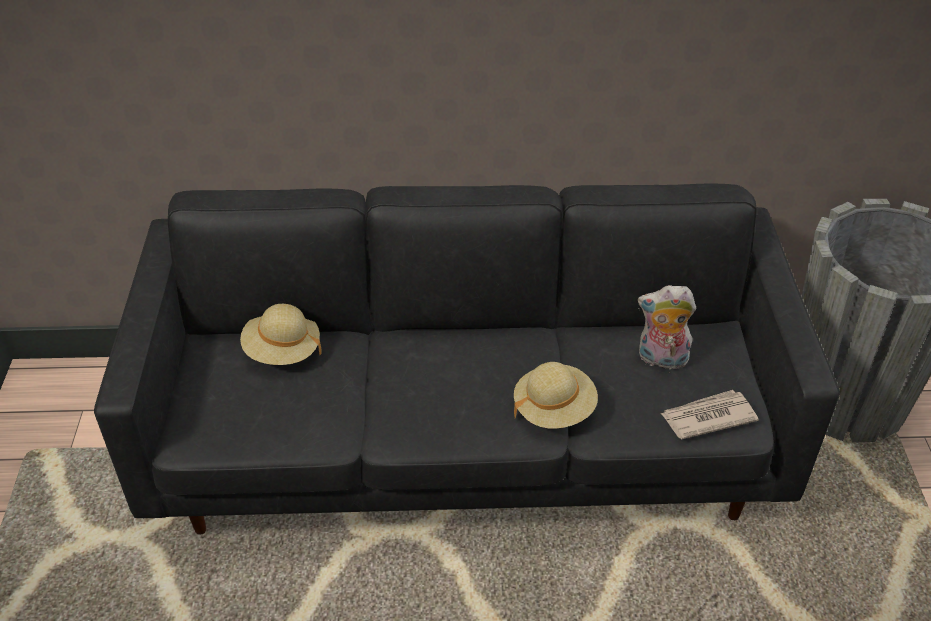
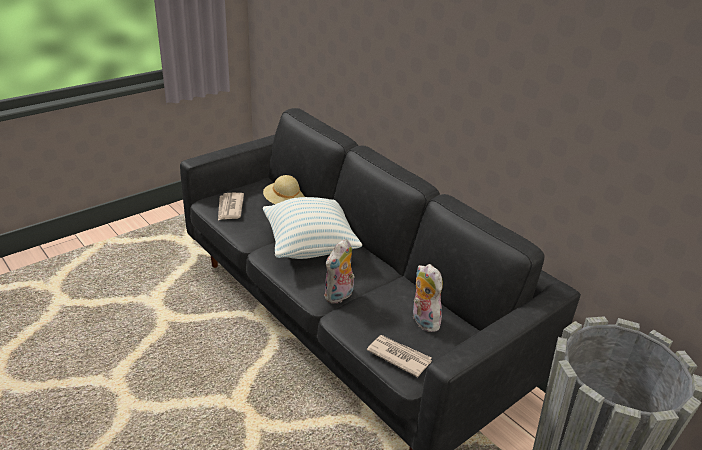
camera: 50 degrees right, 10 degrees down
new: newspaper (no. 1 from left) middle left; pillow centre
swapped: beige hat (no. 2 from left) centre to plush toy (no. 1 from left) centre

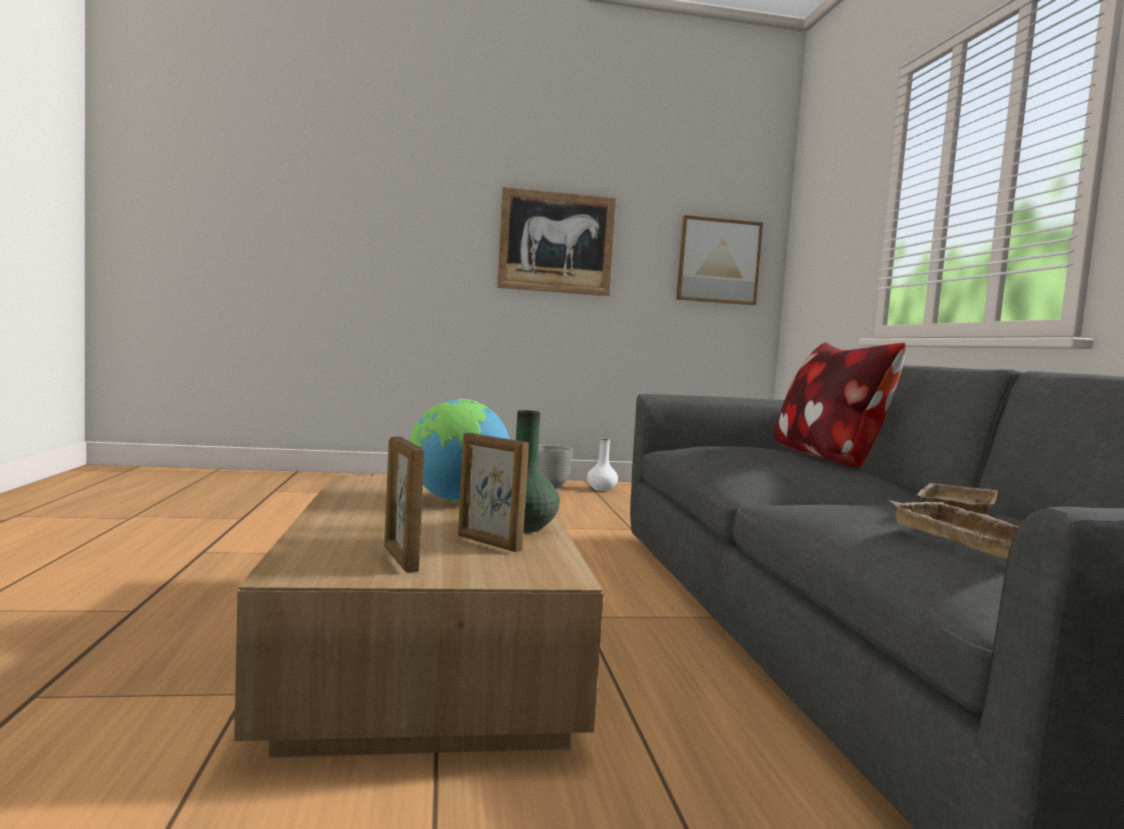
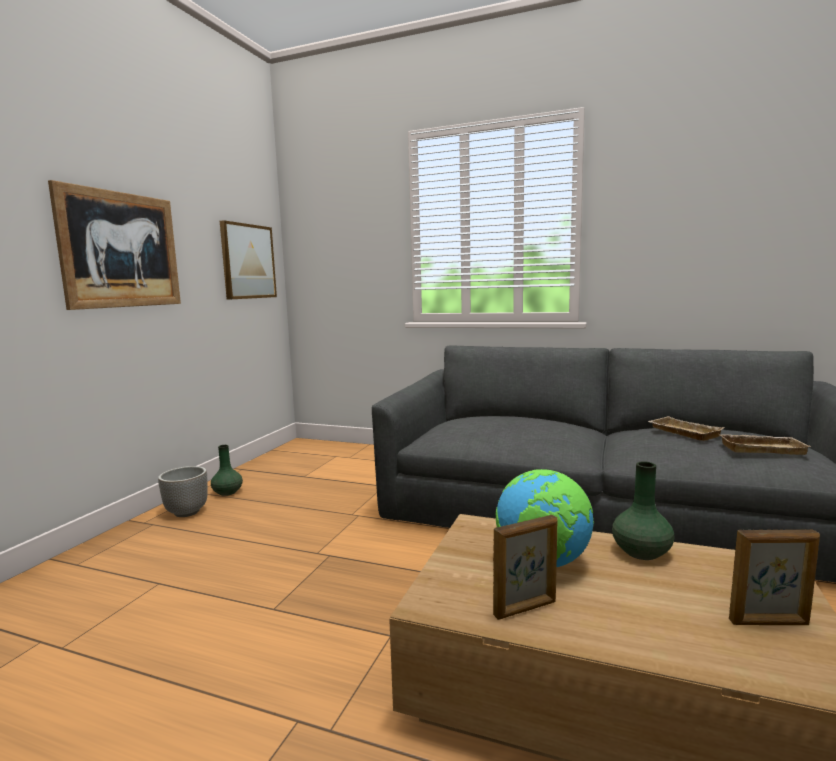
camera: 60 degrees left, 5 degrees up
gone: pillow middle right
shifted: picture frame (no. 2 from left in the first image) centre to picture frame (no. 1 from left) bottom centre
repainted: white vase centre to green vase (no. 1 from left) middle left

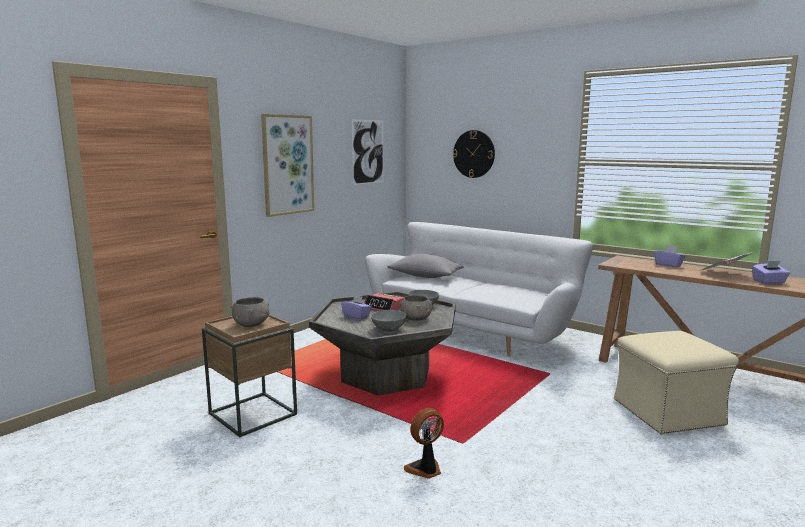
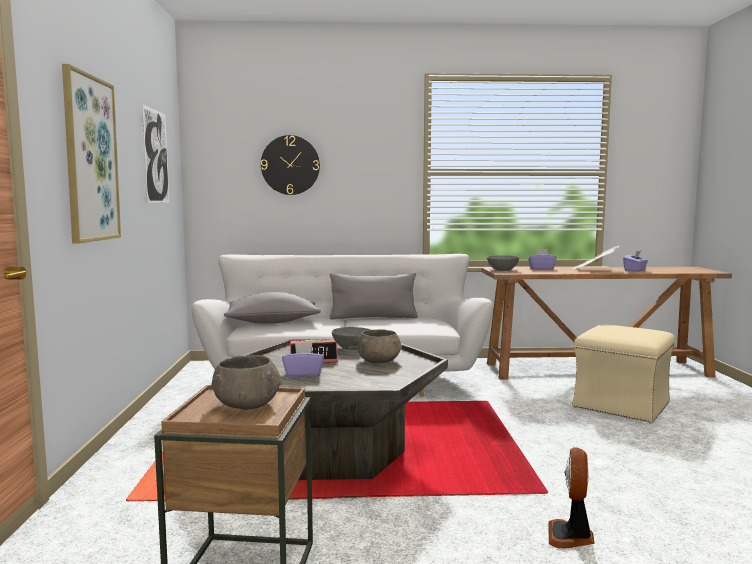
camera: 40 degrees left, 5 degrees down
new: grey pillow (no. 2 from left) centre
shifted: grey bowl (no. 2 from left in the first image) centre to grey bowl (no. 4 from left) middle right

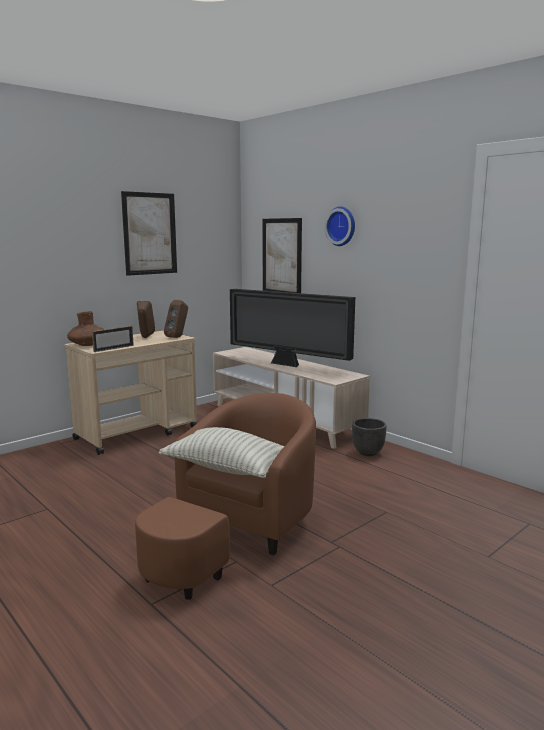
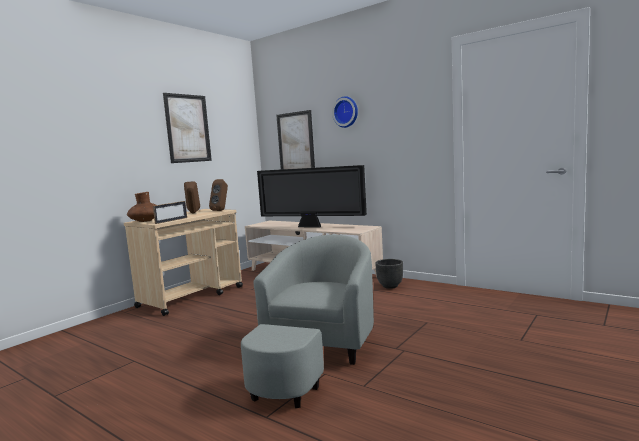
camera: 10 degrees left, 5 degrees down
gone: pillow centre
repainted: brown armchair bottom centre to grey armchair bottom centre

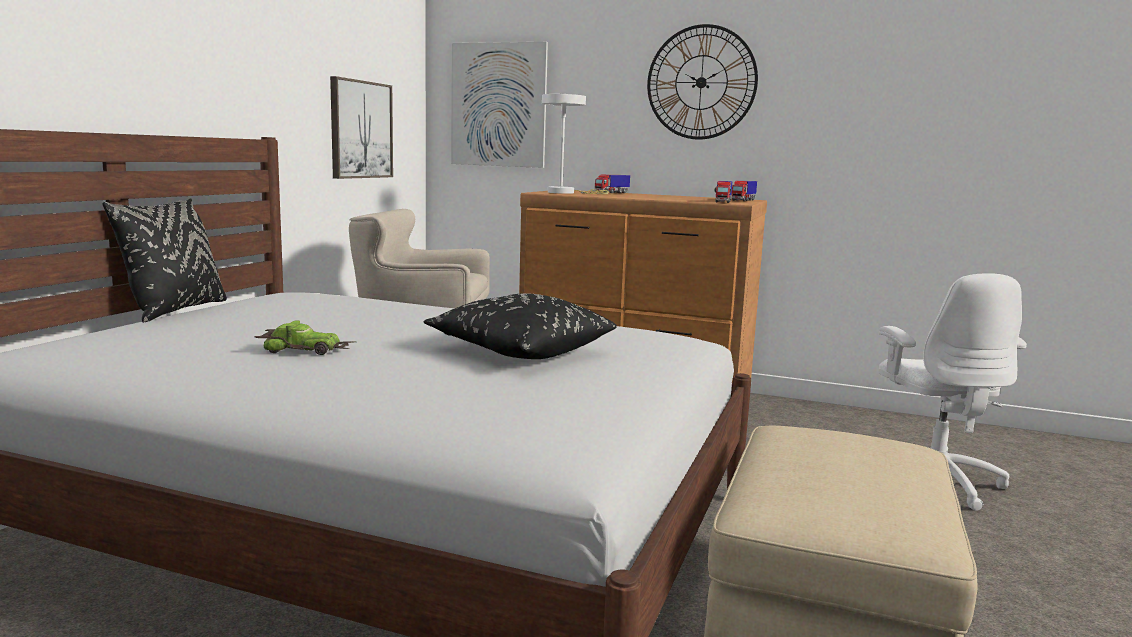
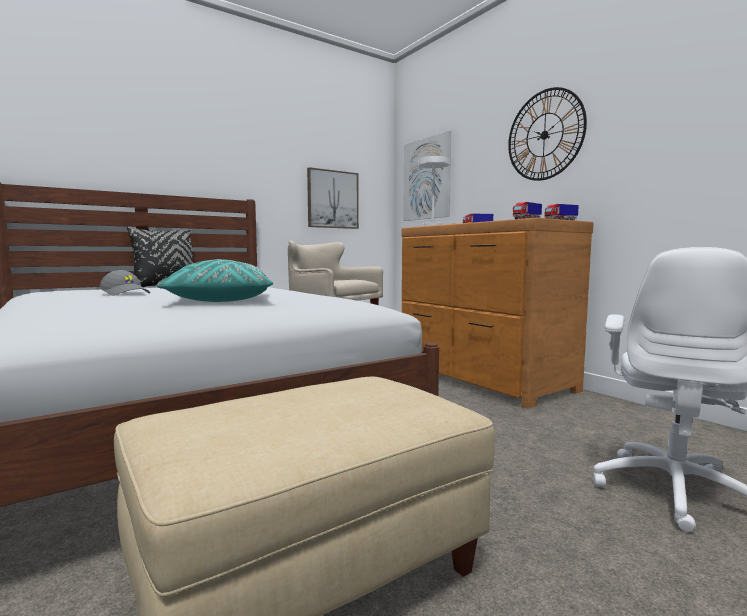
camera: 35 degrees right, 5 degrees down
swapped: toy car middle left to grey cap middle left
repainted: black pillow (no. 2 from left) centre to turquoise pillow middle left

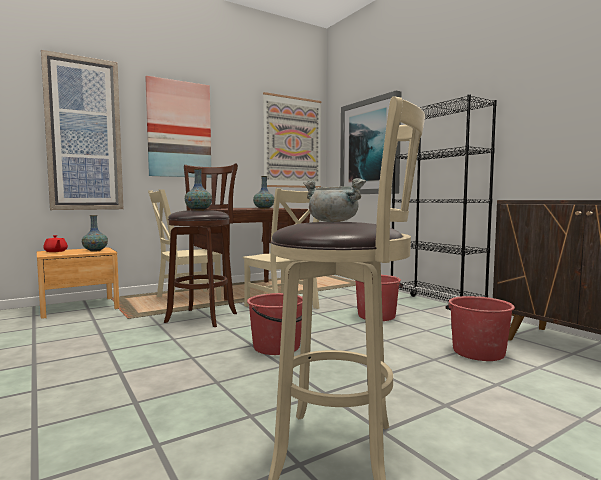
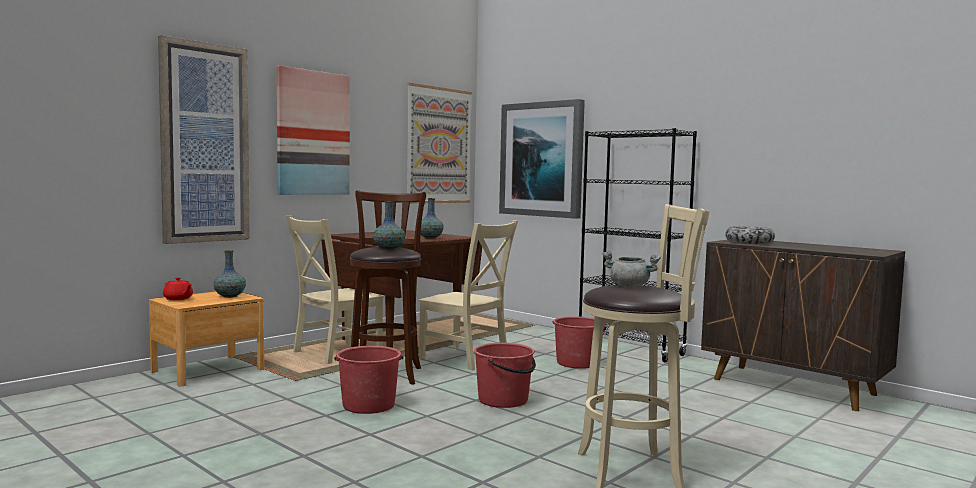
camera: 15 degrees left, 0 degrees up
new: bowl middle right
shifted: red bucket (no. 3 from left in the first image) bottom right to red bucket (no. 1 from left) bottom centre

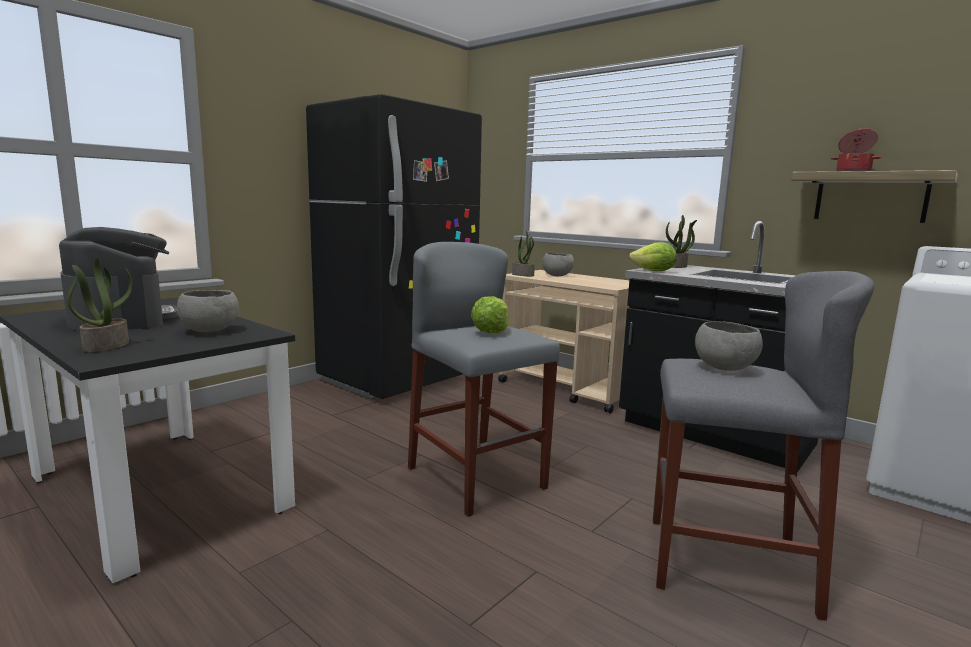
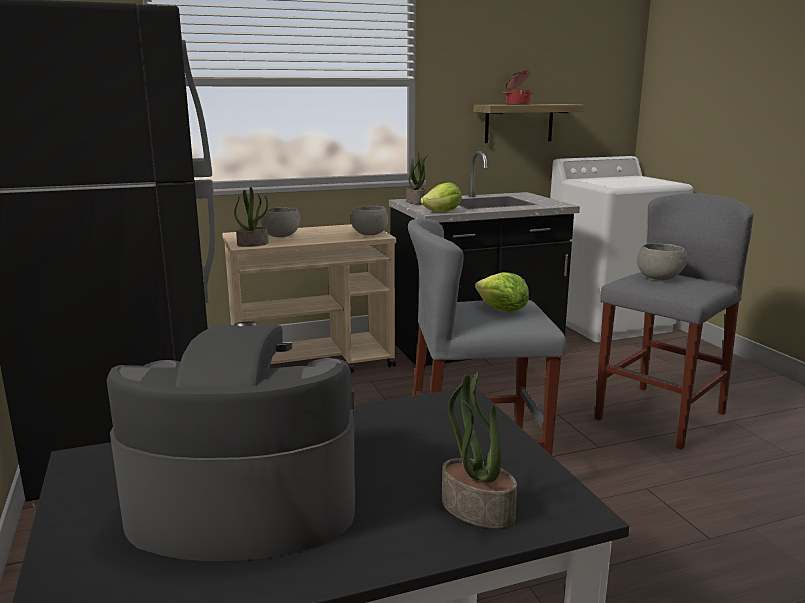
camera: 60 degrees left, 5 degrees up
shifted: grey bowl (no. 1 from left in the first image) middle left to grey bowl (no. 2 from left) centre

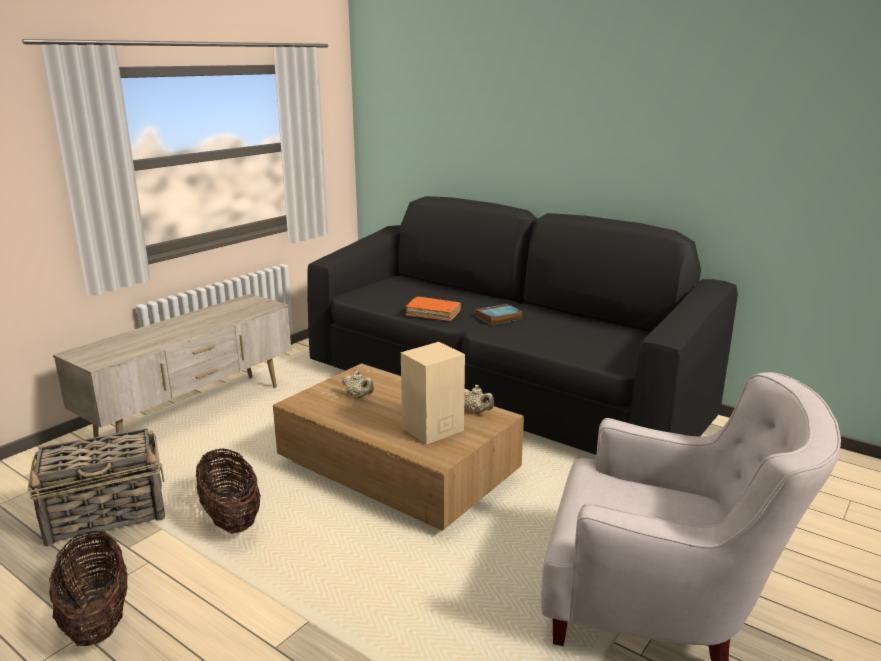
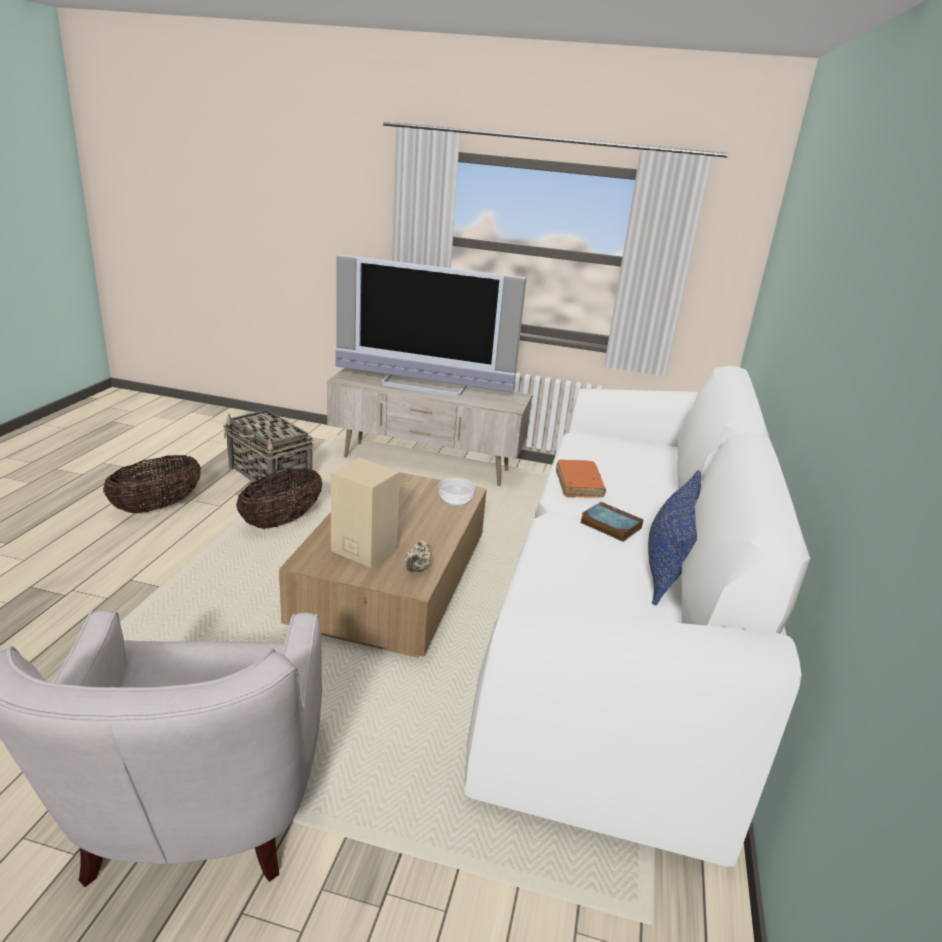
camera: 65 degrees right, 5 degrees up
gone: beige teapot (no. 1 from left) centre
new: television centre; bowl centre; blue pillow middle right
repainted: black sofa centre to white sofa middle right

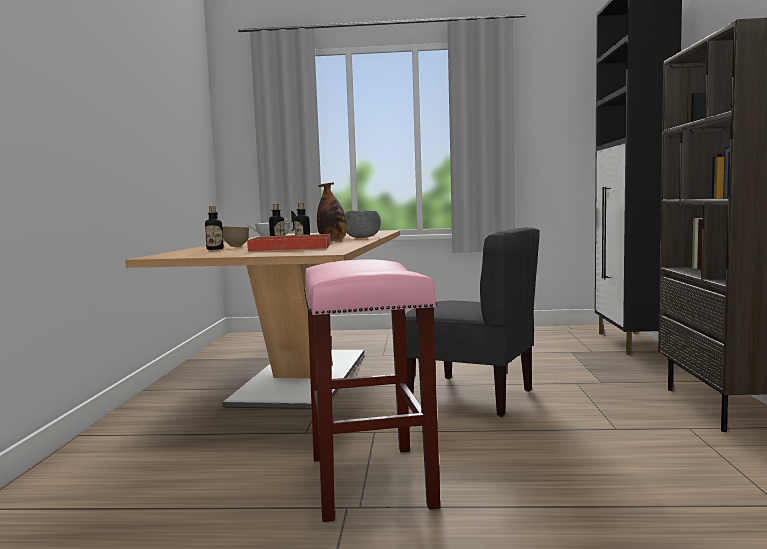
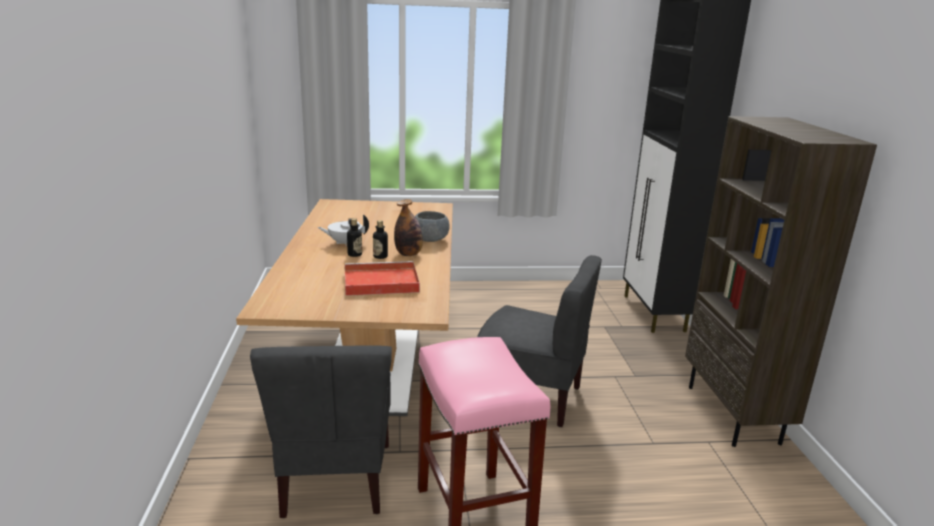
camera: 10 degrees left, 15 degrees up
gone: bottle (no. 1 from left) middle left; brown bowl middle left
new: grey chair (no. 1 from left) bottom centre

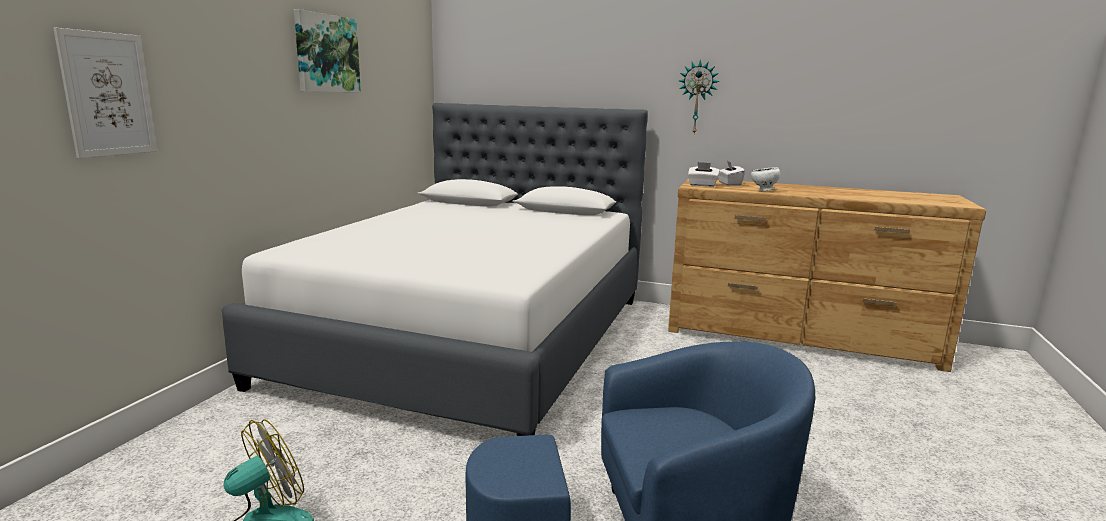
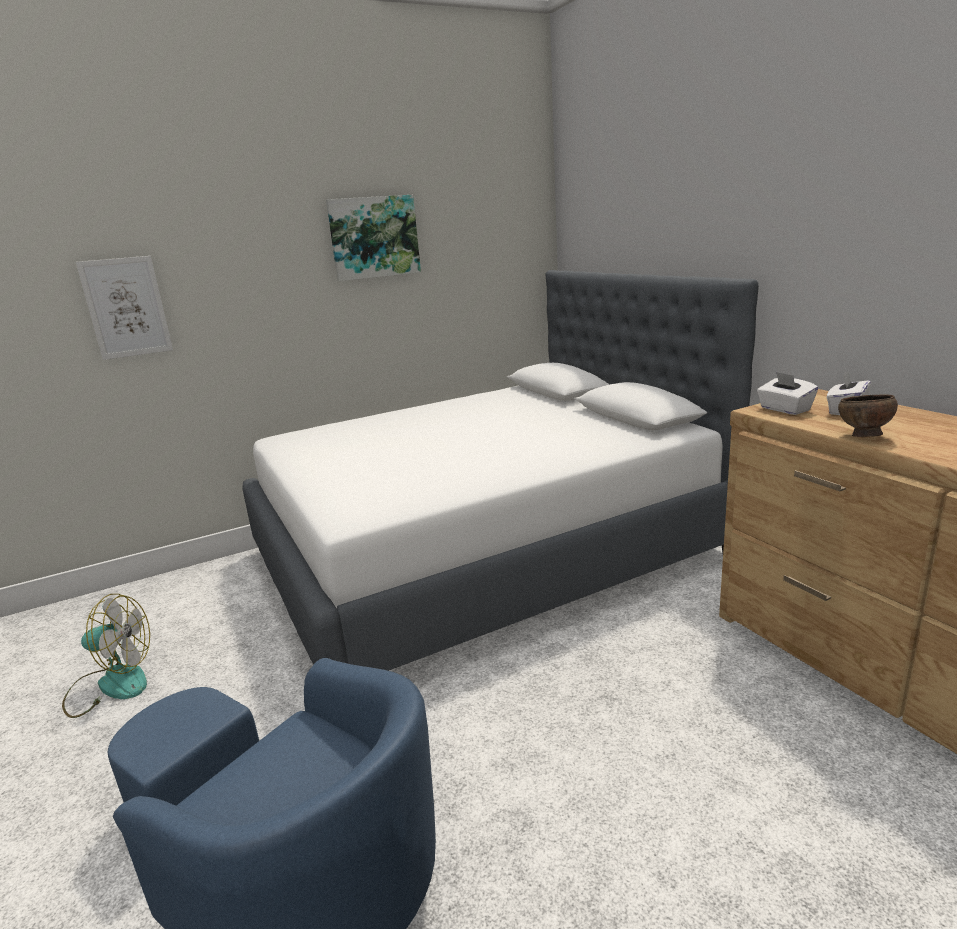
camera: 45 degrees right, 5 degrees up
gone: wall clock top centre
repainted: white bowl middle right to brown bowl middle right

